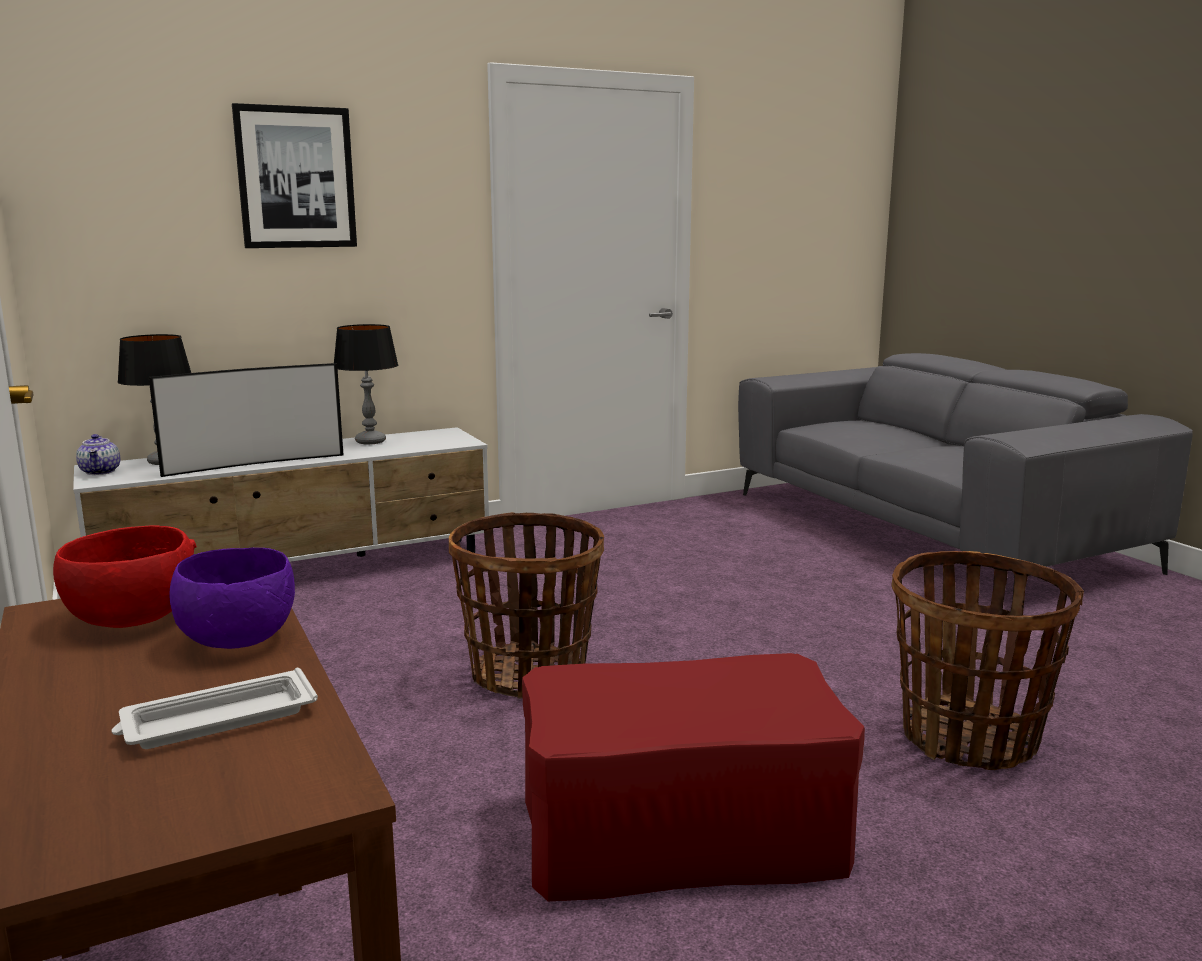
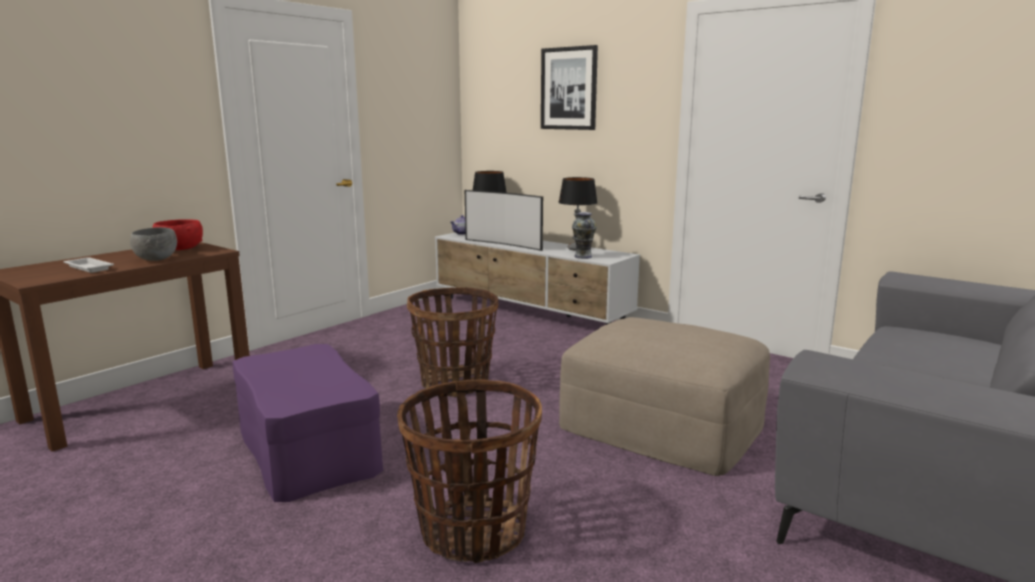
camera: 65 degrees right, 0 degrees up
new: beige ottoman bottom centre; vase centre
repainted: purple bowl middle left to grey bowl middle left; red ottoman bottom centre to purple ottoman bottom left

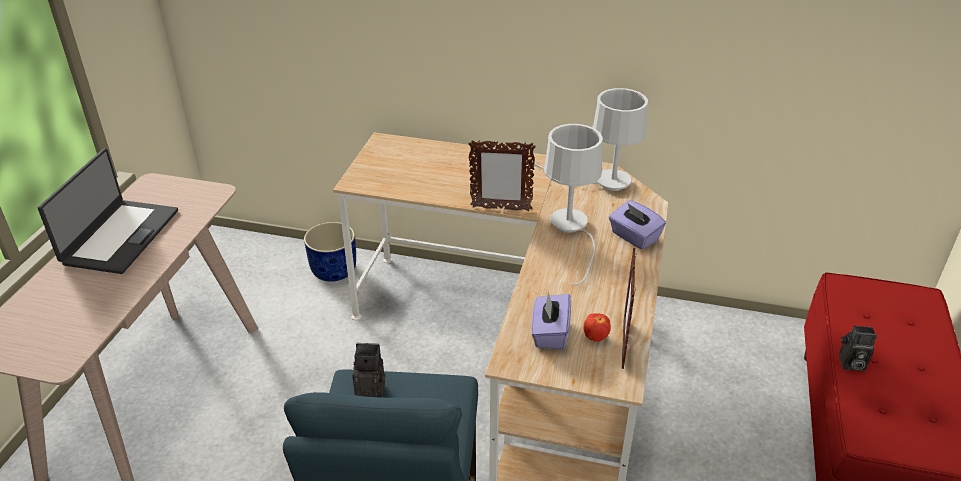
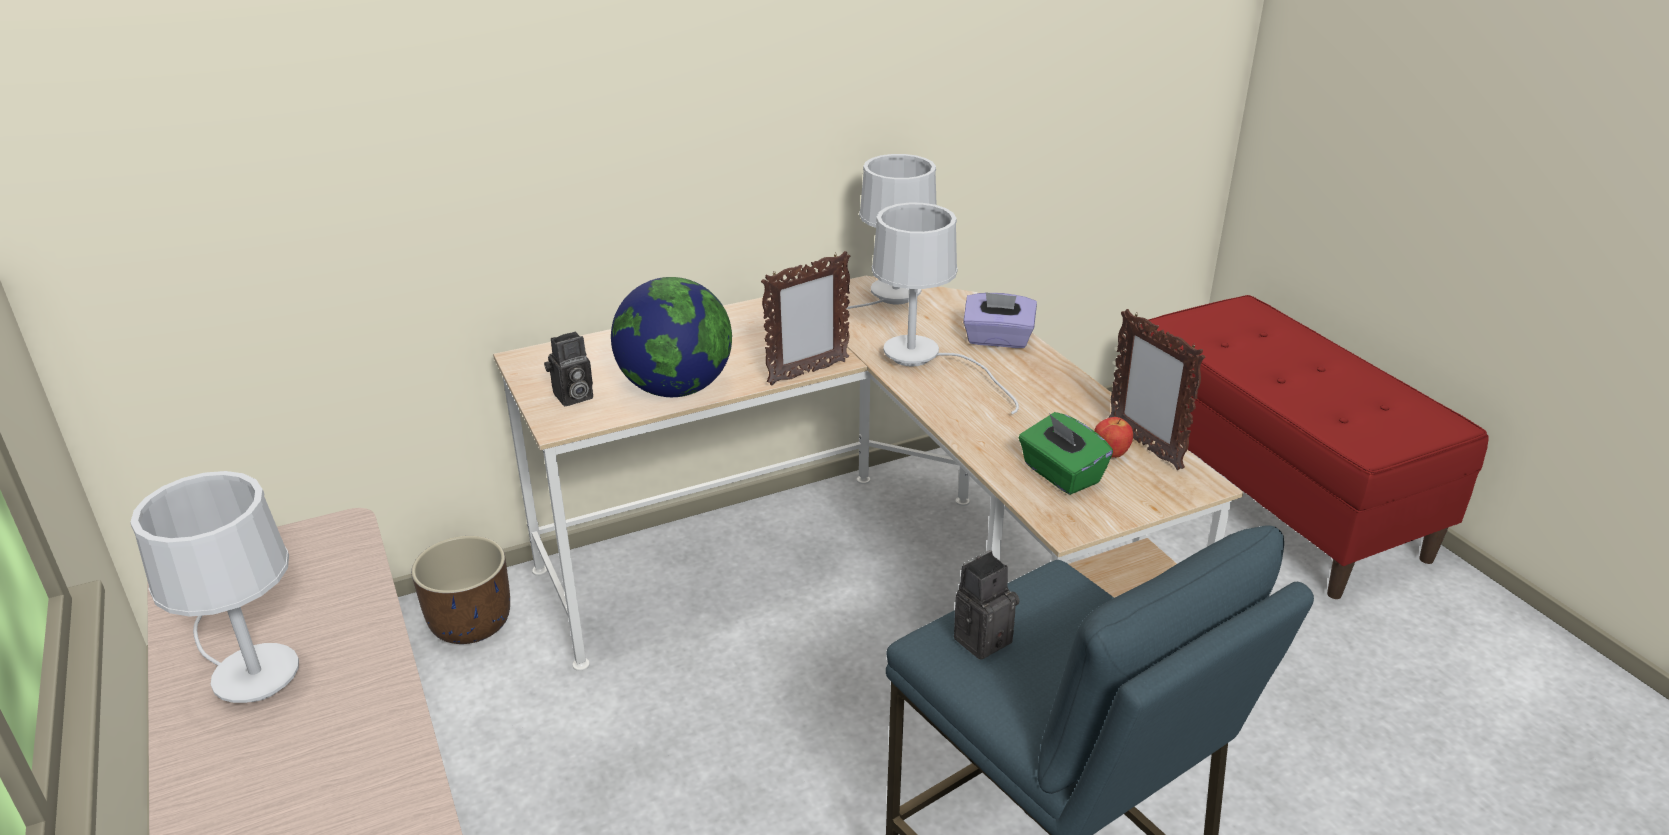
camera: 40 degrees left, 5 degrees down
new: globe centre
shifted: photo camera (no. 2 from left in the first image) bottom right to photo camera (no. 1 from left) centre
swapped: laptop middle left to white table lamp (no. 1 from left) bottom left
repainted: blue planter centre to brown planter bottom left; purple tissue box (no. 1 from left) bottom centre to green tissue box centre

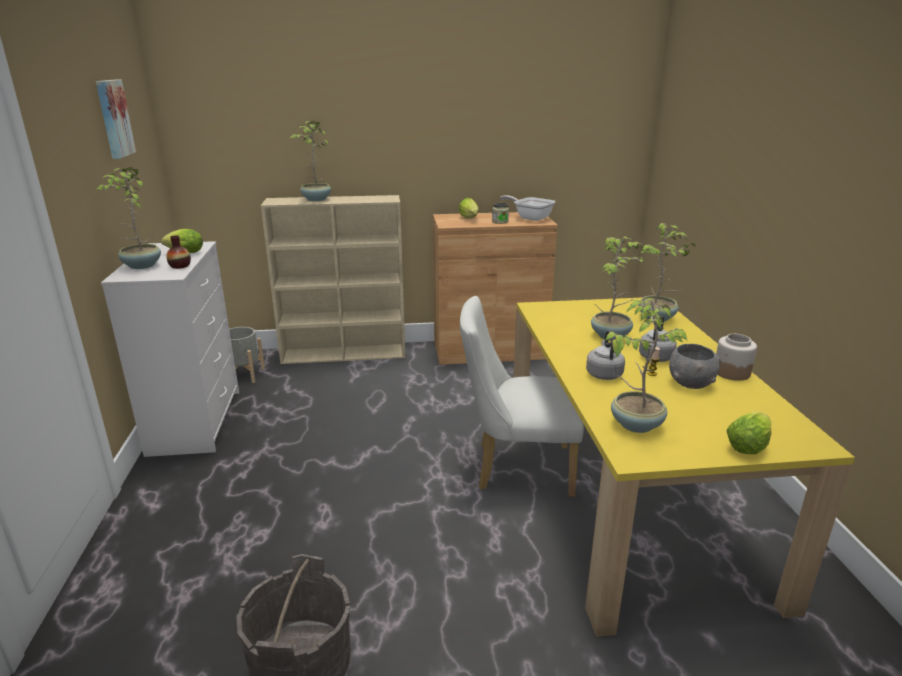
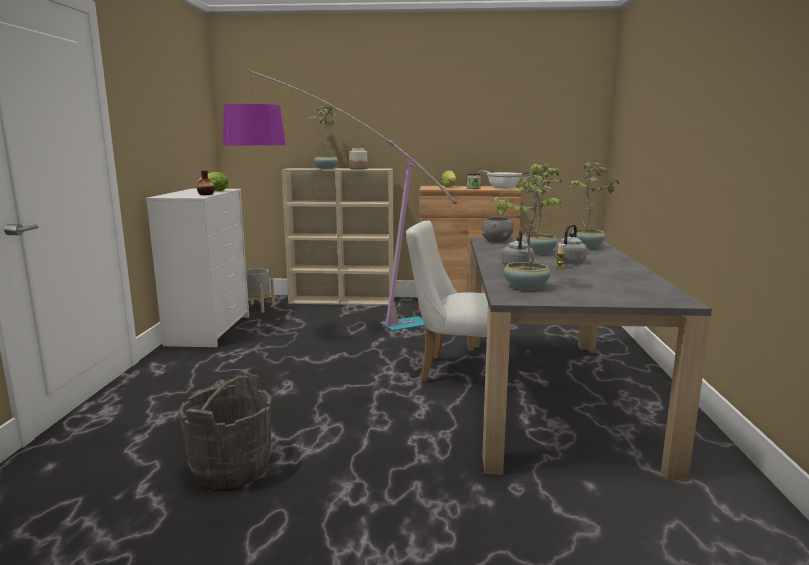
camera: 10 degrees right, 10 degrees down
gone: picture top left; potted plant (no. 1 from left) top left; lettuce (no. 3 from left) middle right
new: floor lamp centre
shifted: grey bowl middle right to centre; jar (no. 2 from left in the first image) middle right to jar (no. 1 from left) top centre
repainted: yellow dining table bottom right to grey dining table middle right

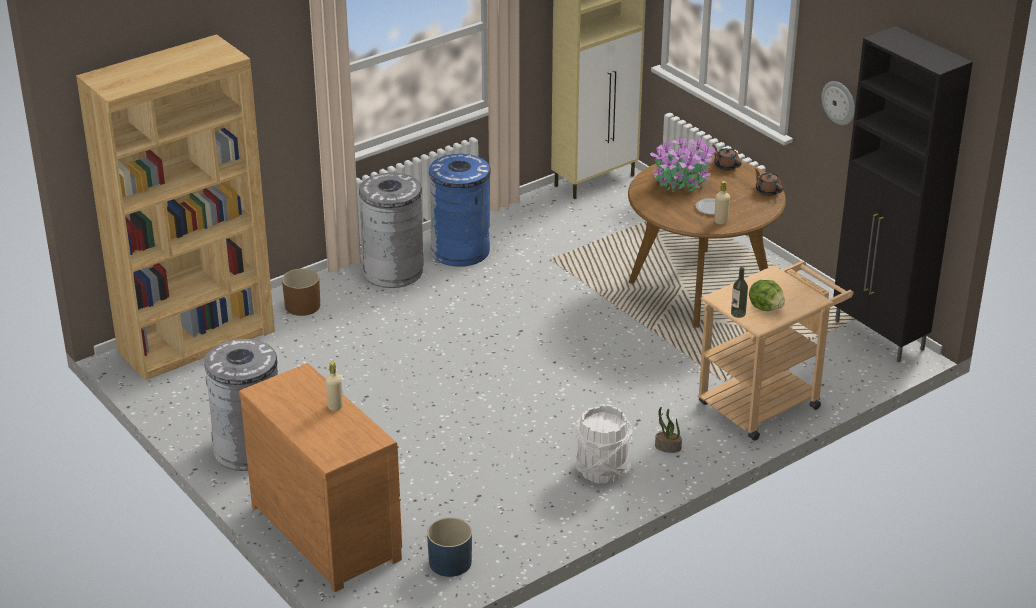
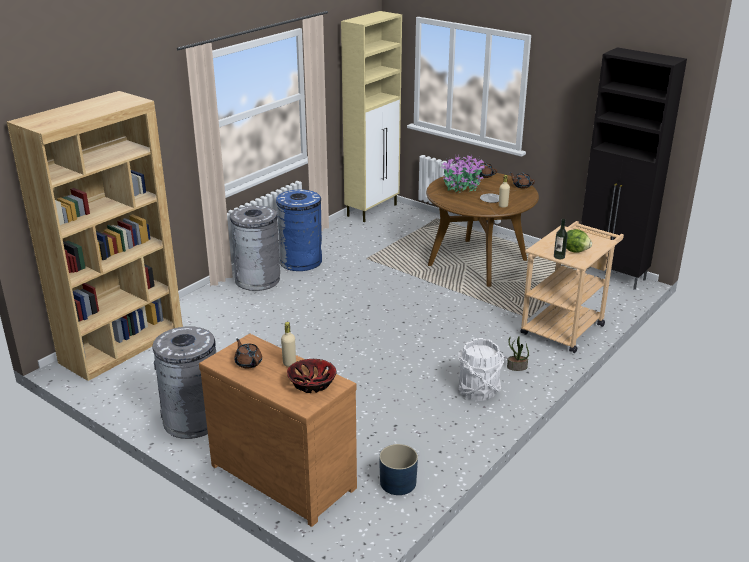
camera: 15 degrees left, 5 degrees down
gone: brown planter middle left; wall clock top right
new: brown teapot (no. 1 from left) middle left; bowl bottom centre

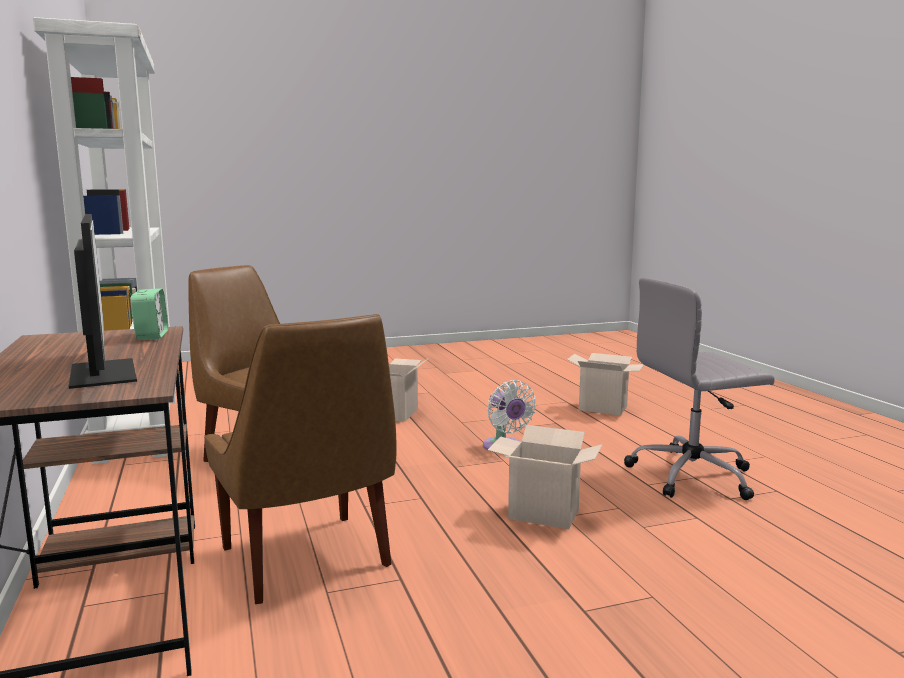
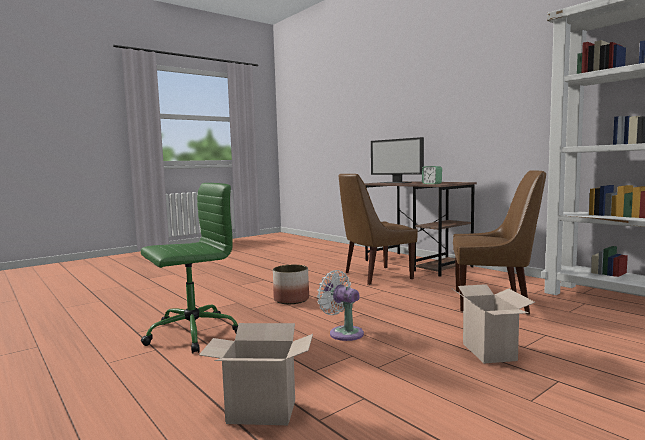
camera: 160 degrees right, 5 degrees down
swapped: cardboard box (no. 2 from left) bottom centre to planter centre
repainted: grey office chair middle right to green office chair middle left
rotated: brown chair (no. 2 from left in the first image) bottom left = centre 60 degrees counterclockwise

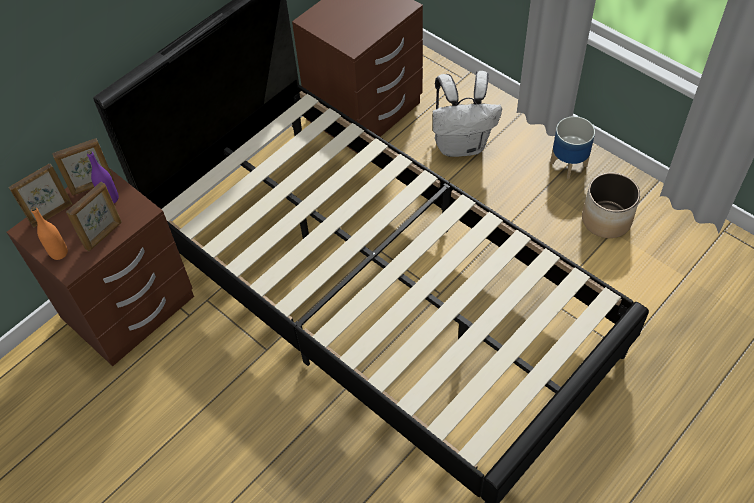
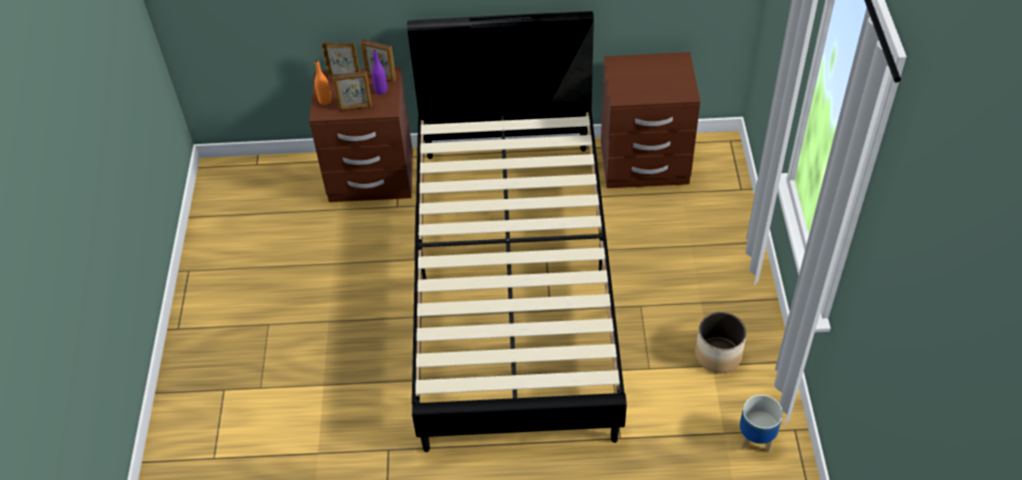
camera: 45 degrees right, 5 degrees down
gone: white backpack top centre
shifted: planter (no. 1 from left in the first image) top right to planter (no. 2 from left) bottom right

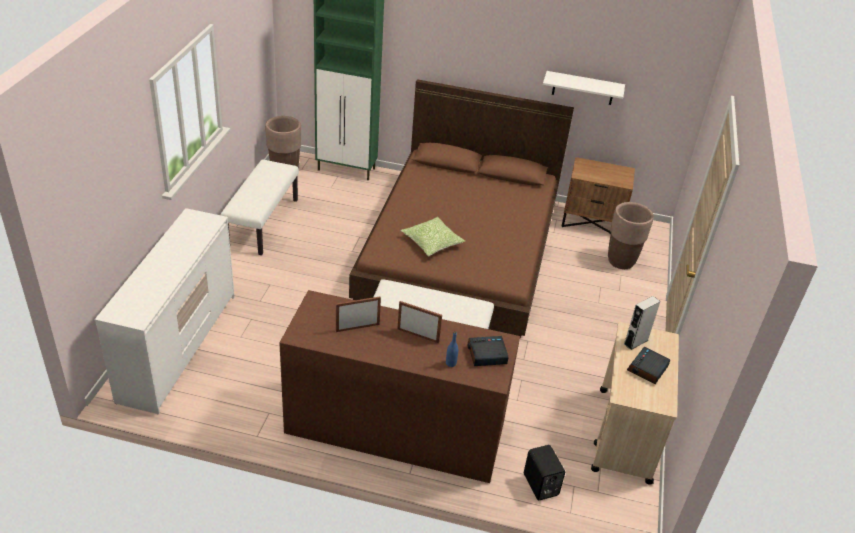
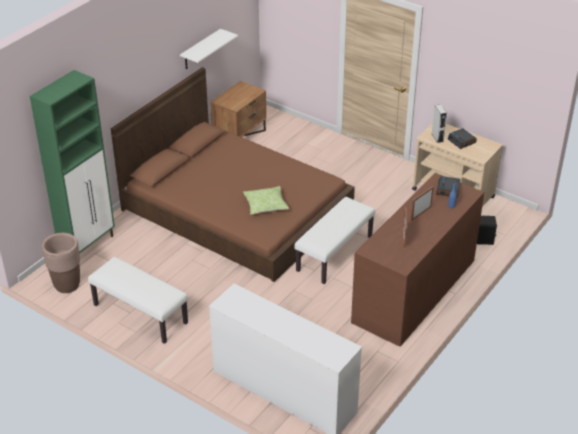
camera: 65 degrees left, 0 degrees up
gone: brown planter (no. 2 from left) middle right

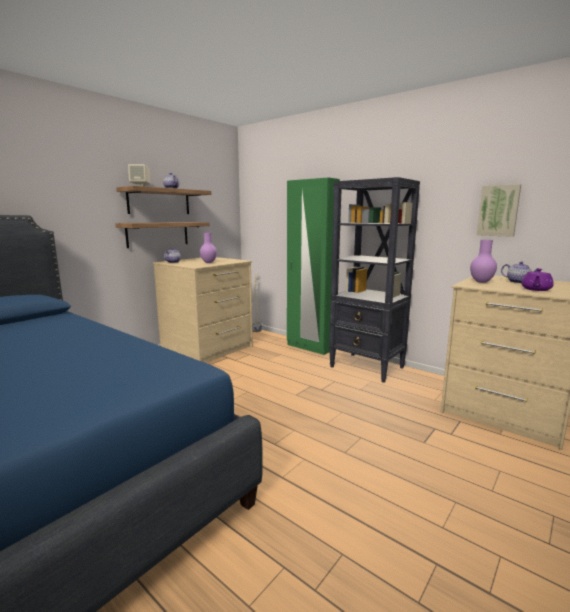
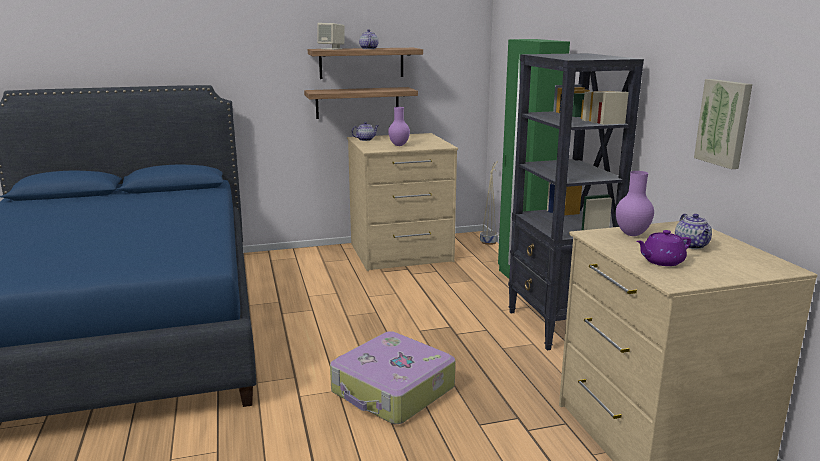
camera: 35 degrees right, 5 degrees up
new: suitcase bottom centre

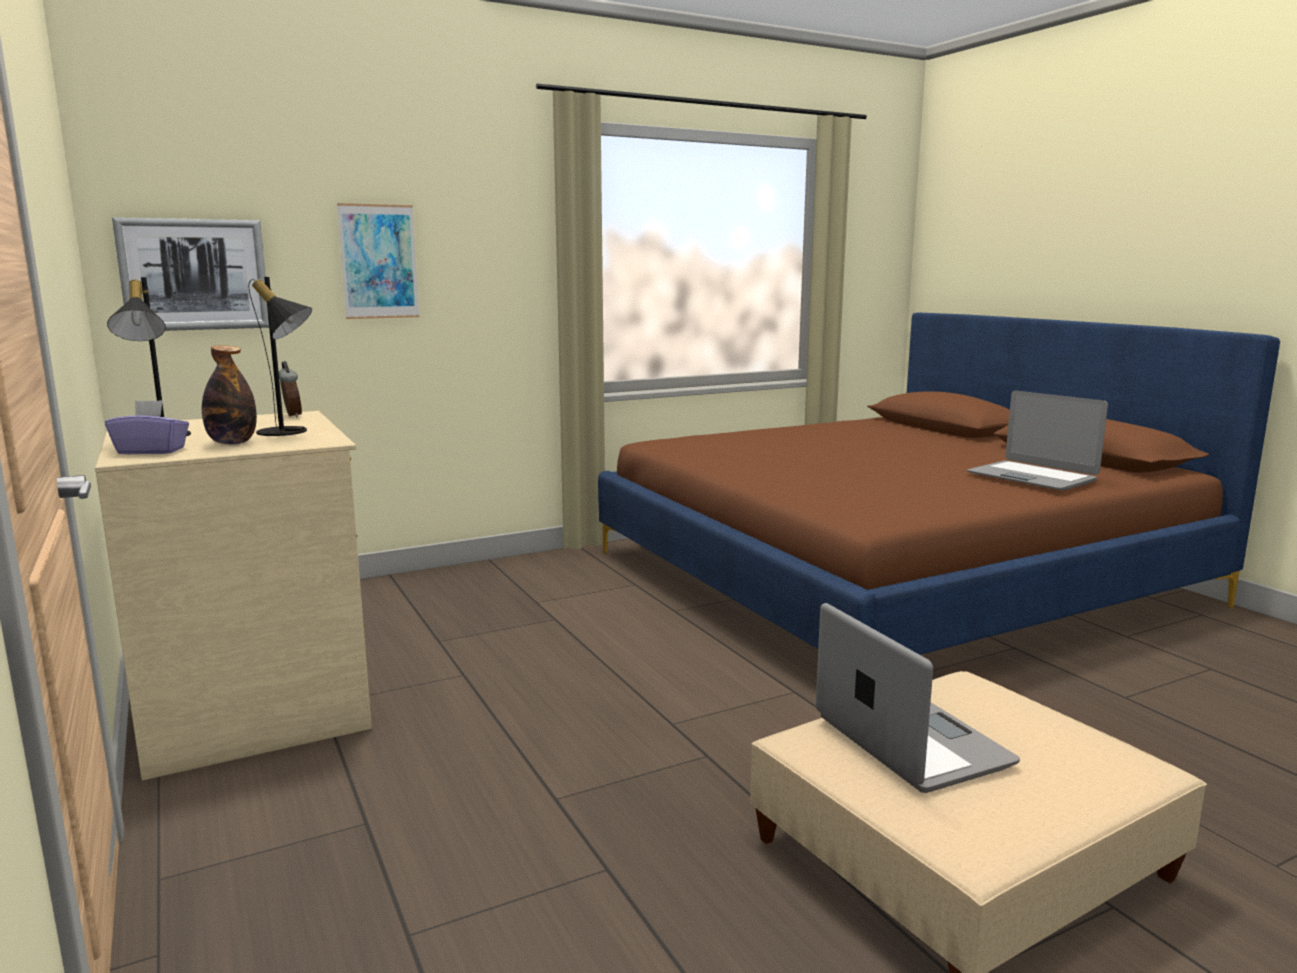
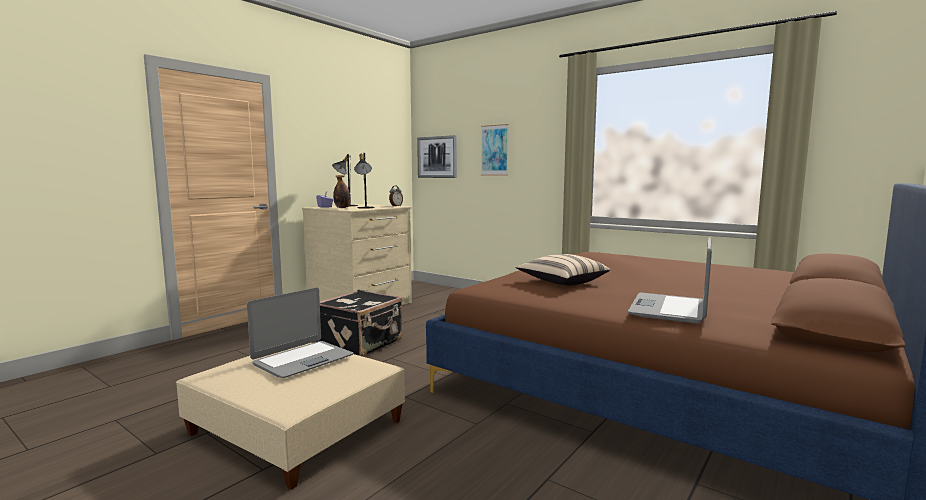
camera: 65 degrees right, 5 degrees down
new: black suitcase centre; beige pillow centre

